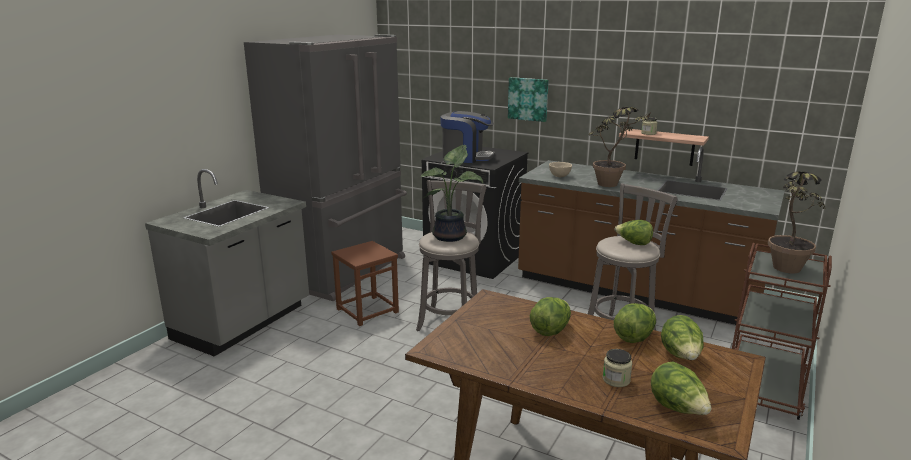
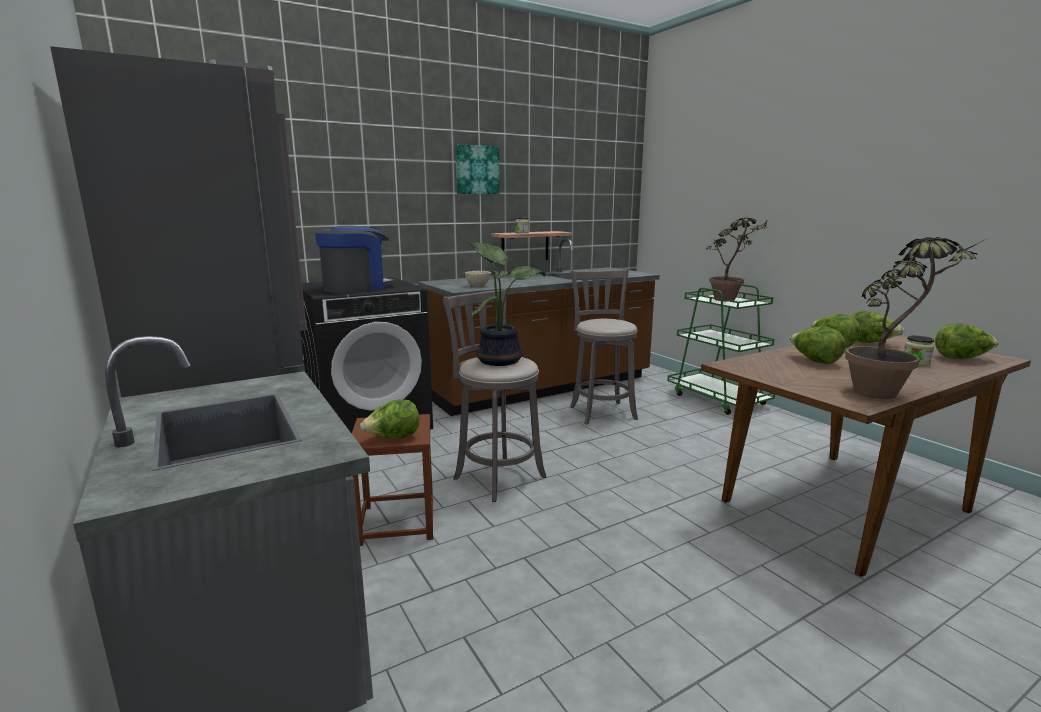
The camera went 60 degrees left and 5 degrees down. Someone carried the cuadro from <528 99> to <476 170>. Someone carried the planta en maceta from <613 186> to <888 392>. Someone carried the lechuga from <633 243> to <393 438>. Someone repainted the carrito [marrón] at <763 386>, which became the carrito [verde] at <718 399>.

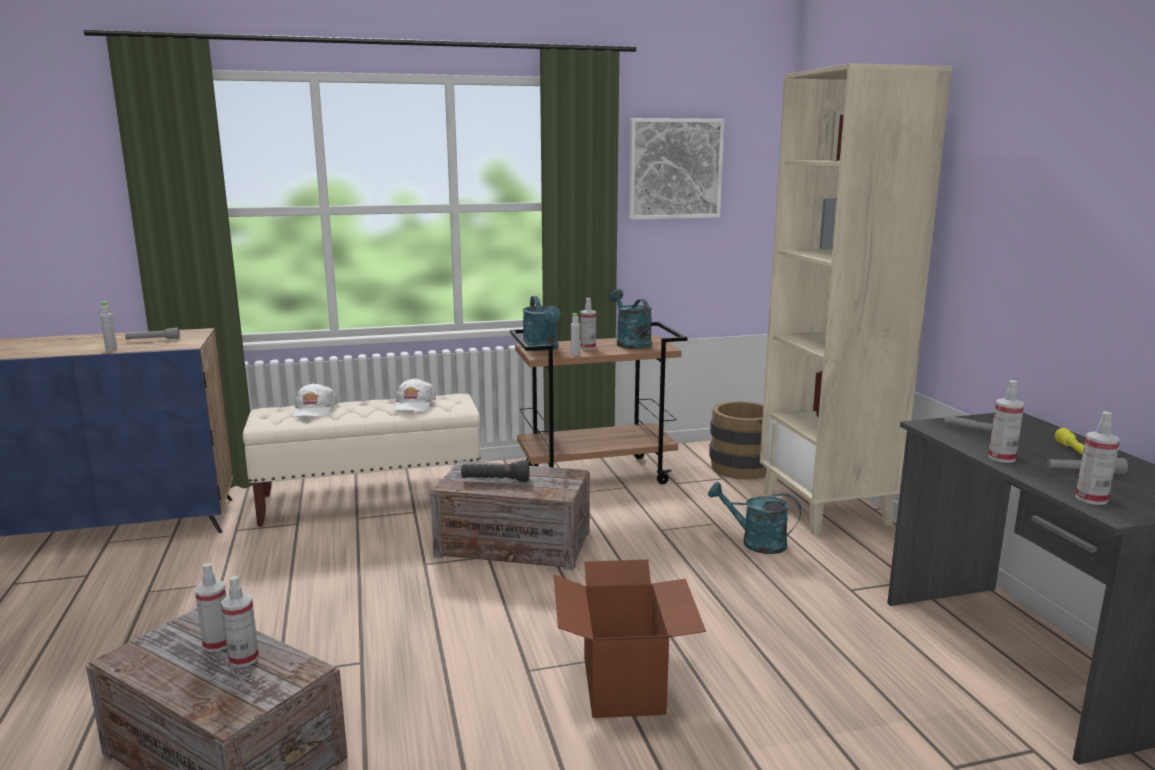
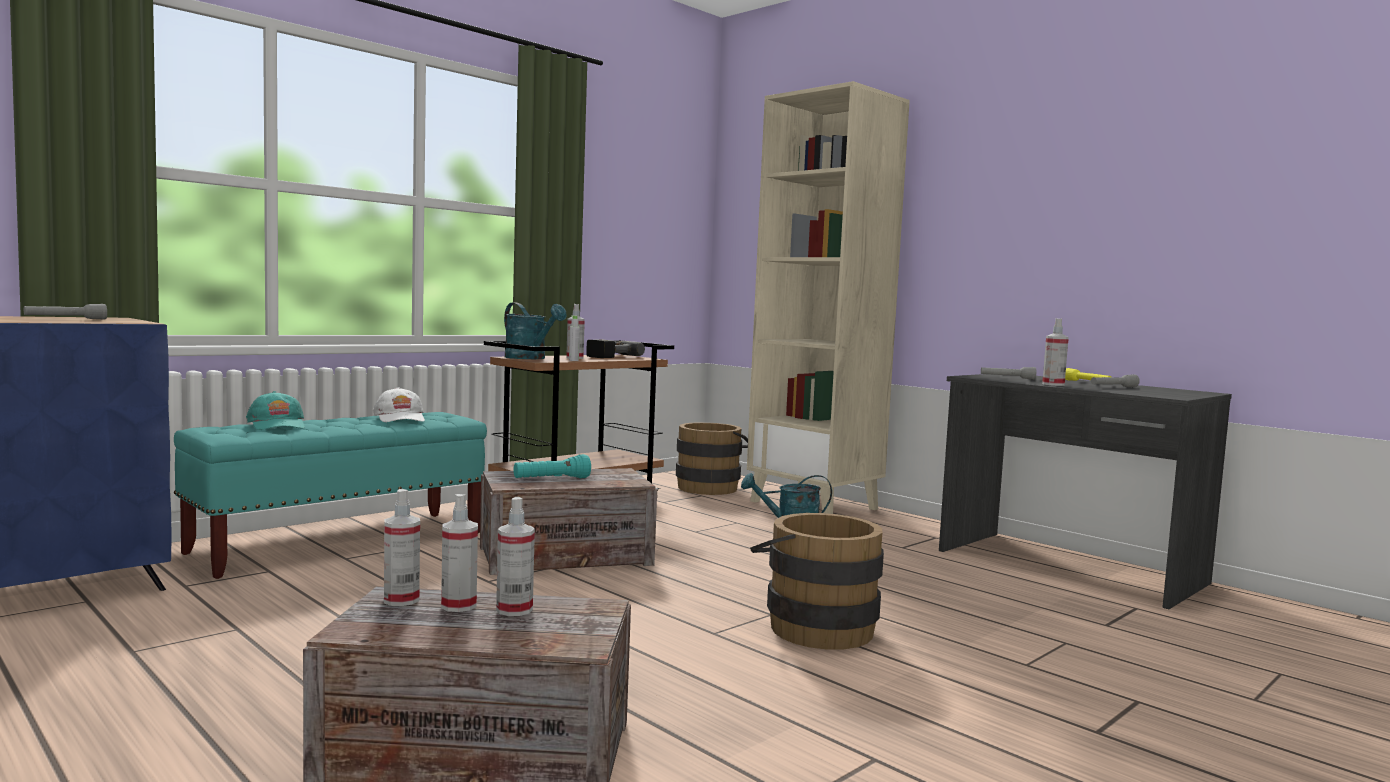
The camera went 30 degrees left and 10 degrees down. Someone took away the cuadro at <674 169>. Someone swapped the regadera [turquesa] at <630 343> for the taladro at <609 356>. Someone took away the botella [gris] at <111 349>. Someone repainted the gorra [blanco] at <314 410>, which became the gorra [turquesa] at <277 425>. Someone repainted the banco [beis] at <371 500>, which became the banco [turquesa] at <341 543>. Someone carried the pulverizador from <1091 499> to <401 600>. Someone repainted the linterna [negro] at <495 480>, which became the linterna [turquesa] at <551 480>. Someone swapped the caja de cartón at <624 684> for the cubo [marrón] at <813 626>.

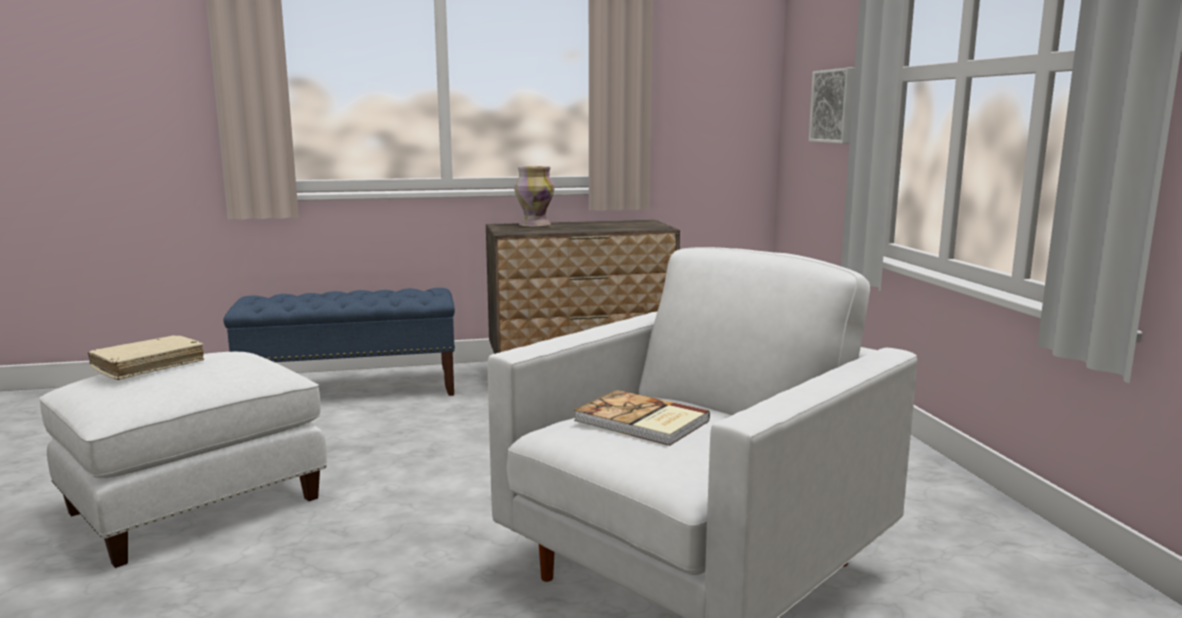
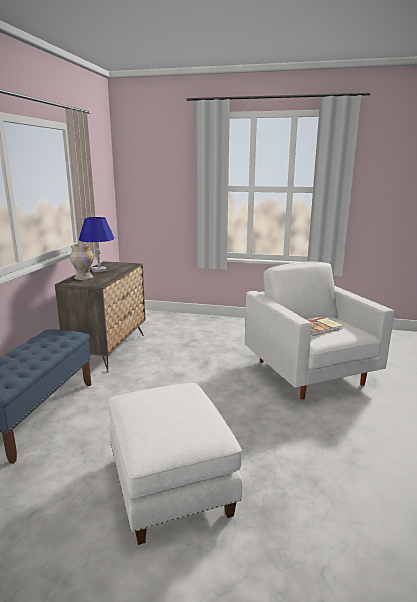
The camera went 65 degrees left and 5 degrees up. Someone took away the cuadro at <834 106>. Someone took away the libro [beis] at <148 366>. Someone put down the lámpara de mesa [azul] at <99 270>.

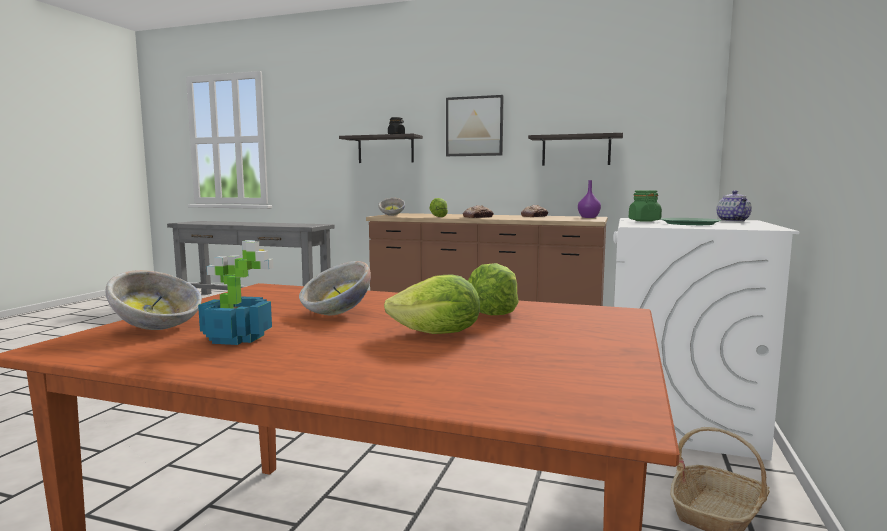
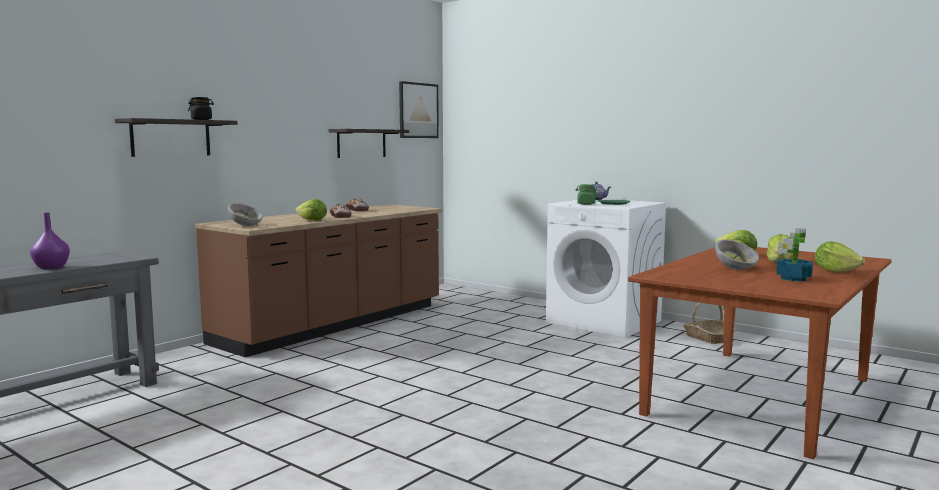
The camera went 70 degrees left and 0 degrees up. Someone carried the cuadro from <474 126> to <418 110>. Someone carried the florero [morado] from <589 217> to <52 267>. Someone took away the cuenco at <158 327>. Someone put down the lechuga at <835 271>.

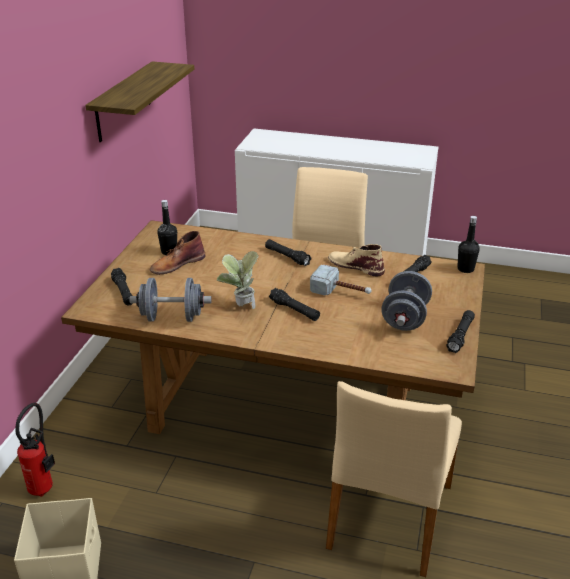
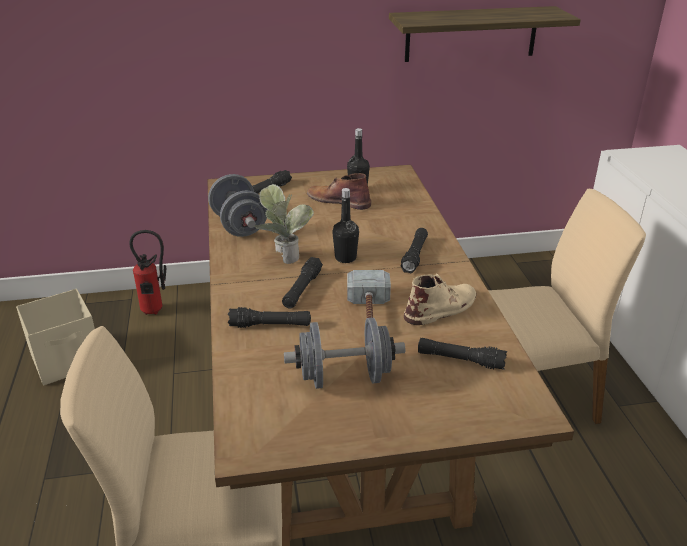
The camera went 65 degrees right and 0 degrees up. Someone carried the botella [negro] from <465 269> to <345 258>. Someone rotated the bota [beis] at <355 266> by 45 degrees clockwise. Someone carried the linterna [negro] from <460 336> to <270 325>.

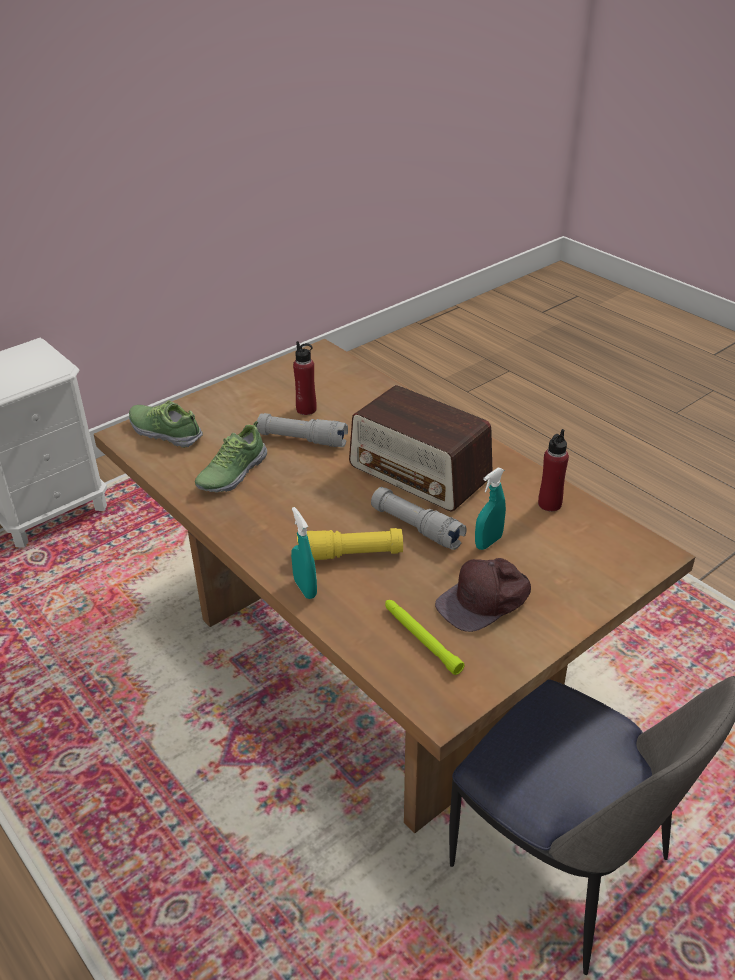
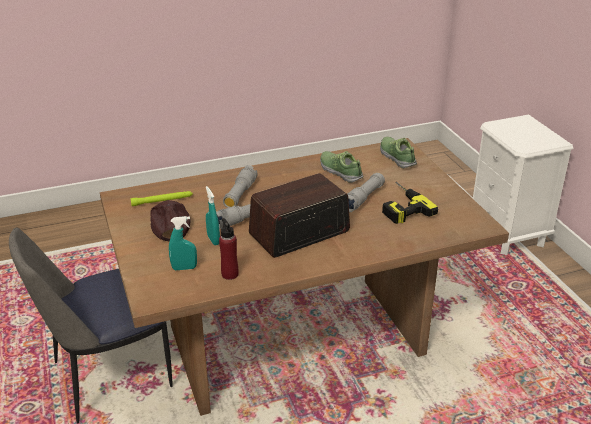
The camera went 110 degrees right and 5 degrees down. Someone swapped the botella [rojo] at <306 409> for the taladro at <400 206>. Someone rotated the zapato at <165 432> by 75 degrees counterclockwise. Someone carried the pulverizador [turquesa] from <305 588> to <184 268>. Someone repainted the linterna [amarillo] at <350 554>, which became the linterna [gris] at <240 194>.

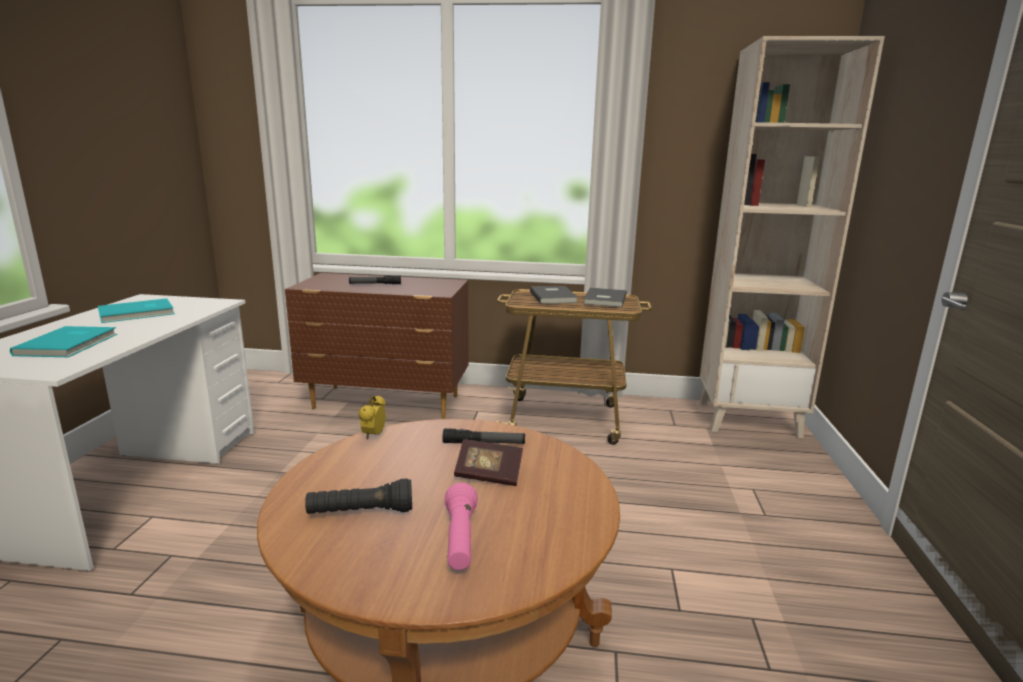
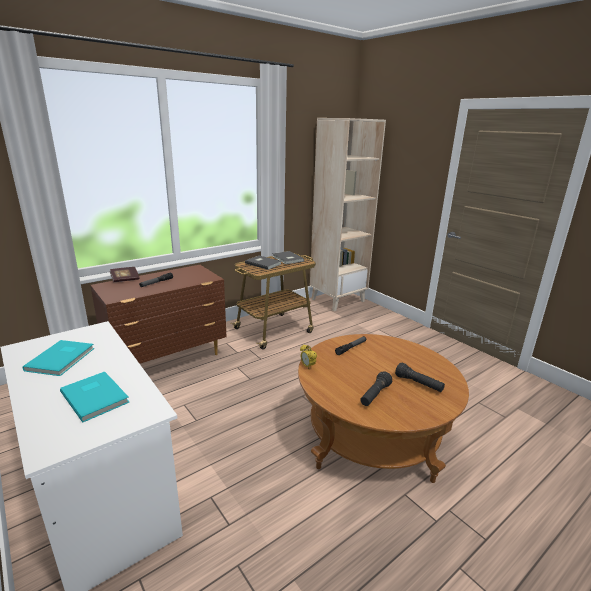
The camera went 45 degrees left and 5 degrees up. Someone carried the libro from <488 475> to <125 279>. Someone repainted the linterna [rosa] at <460 540>, which became the linterna [negro] at <418 384>.

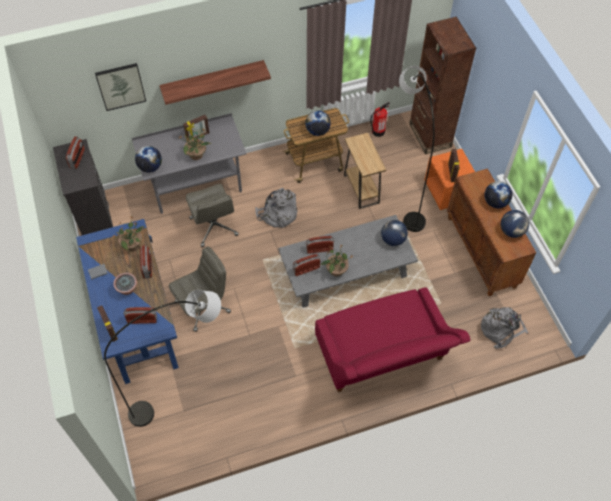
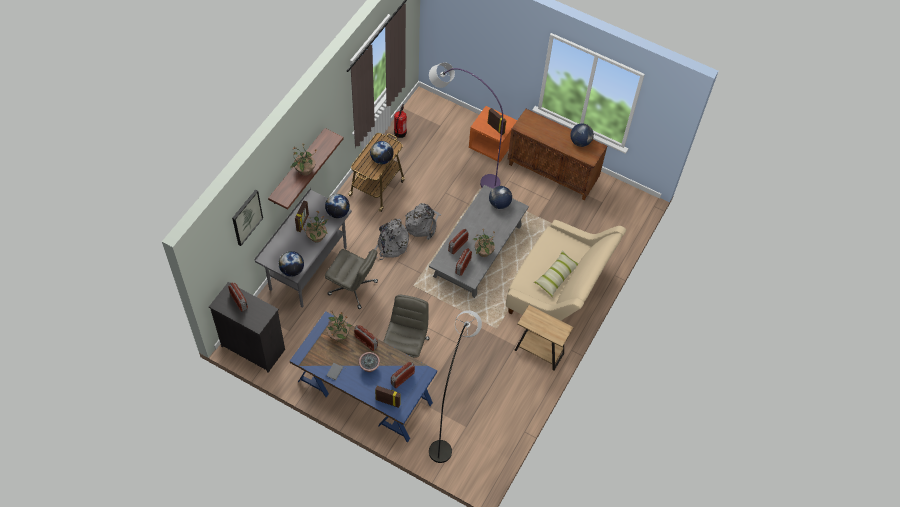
The camera went 45 degrees left and 0 degrees up. Someone took away the estantería [marrón] at <430 135>. Someone repainted the lámpara de pie [gris] at <405 189>, which became the lámpara de pie [morado] at <461 163>. Someone carried the mesa auxiliar [marrón] from <361 189> to <539 352>. Someone carried the globo terráqueo from <495 202> to <337 212>. Someone repainted the sofá [rojo] at <382 358>, which became the sofá [beis] at <558 291>. Someone carried the mochila [gris] from <501 329> to <422 224>. Someone put down the planta en maceta at <304 170>. Someone put down the cojín at <556 276>.

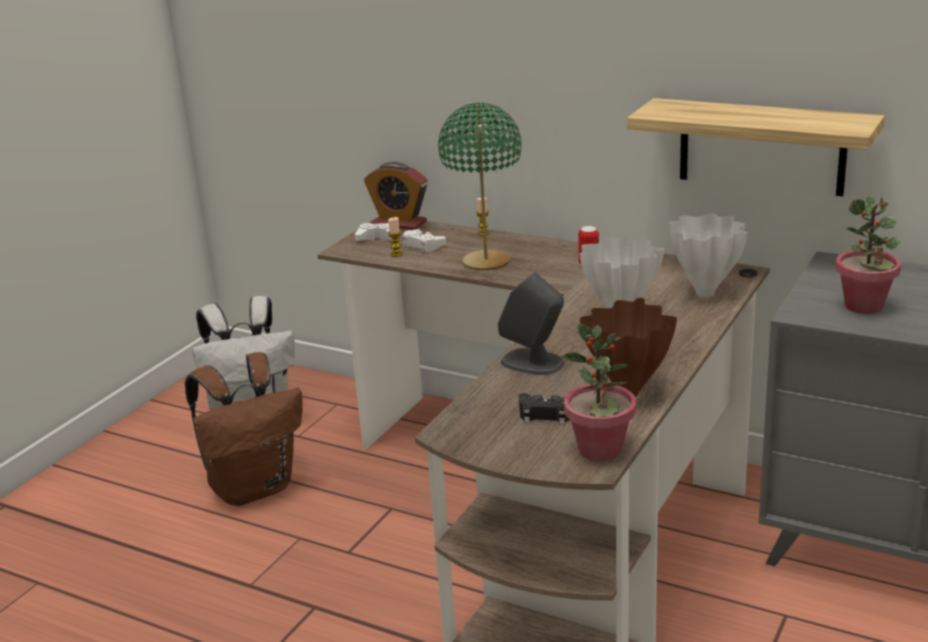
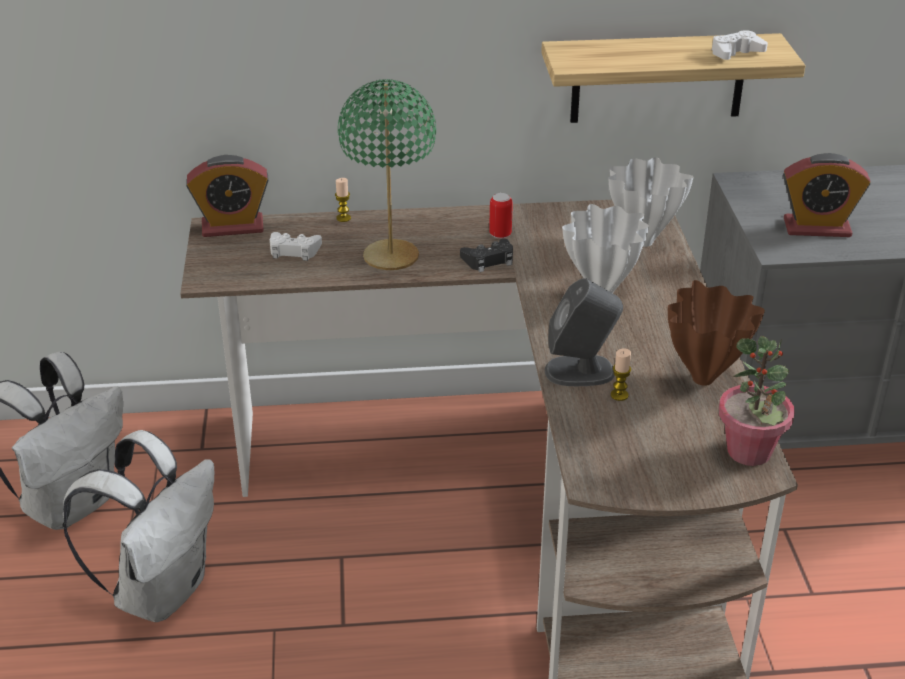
The camera went 35 degrees left and 10 degrees up. Someone swapped the planta en maceta at <864 306> for the despertador at <817 228>. Someone carried the vela from <396 254> to <619 395>. Someone carried the mando de consola [blanco] from <378 238> to <736 52>. Someone repainted the mochila [marrón] at <254 488>, which became the mochila [blanco] at <161 590>. Someone carried the mando de consola [negro] from <546 414> to <489 260>.

